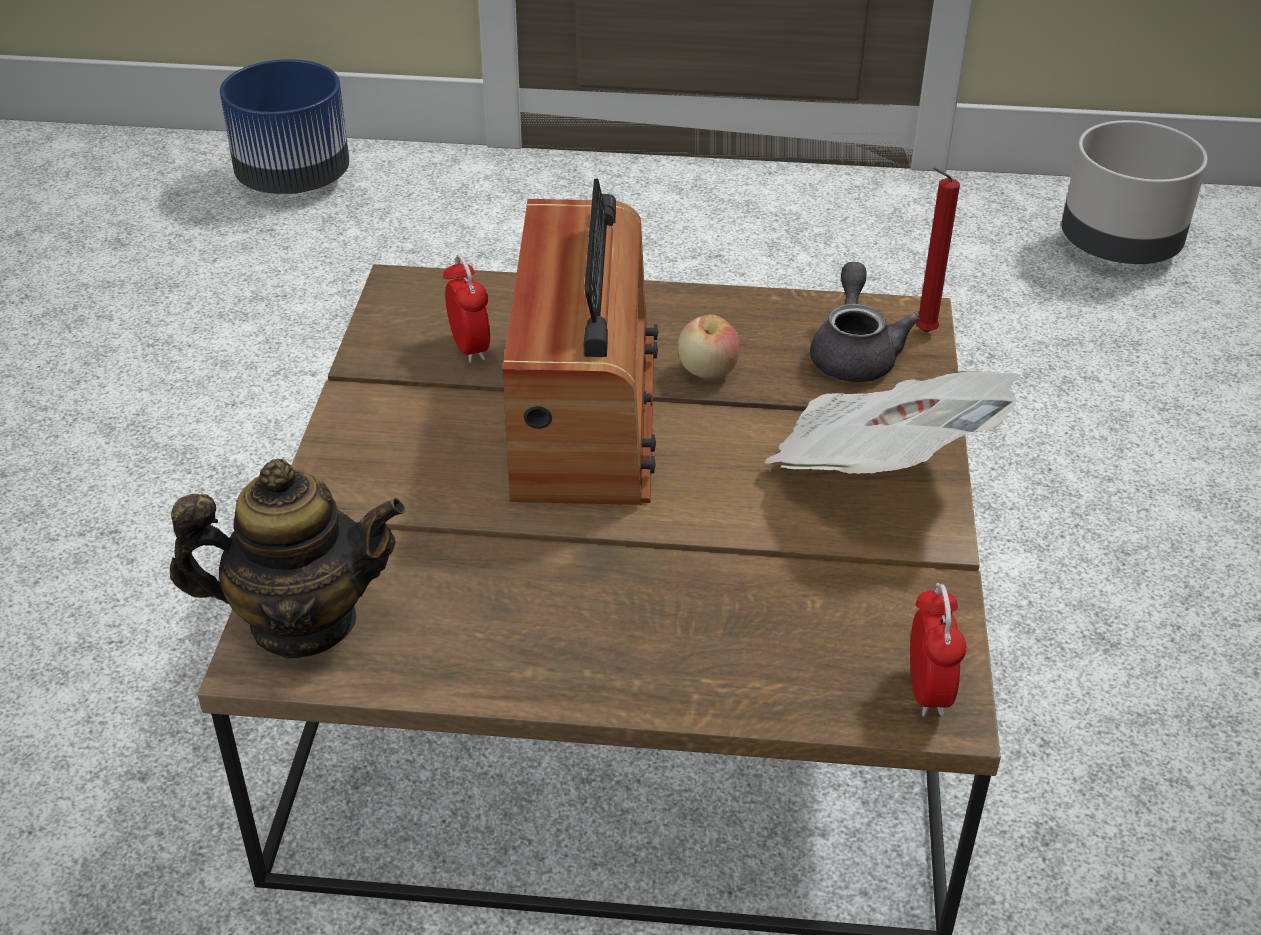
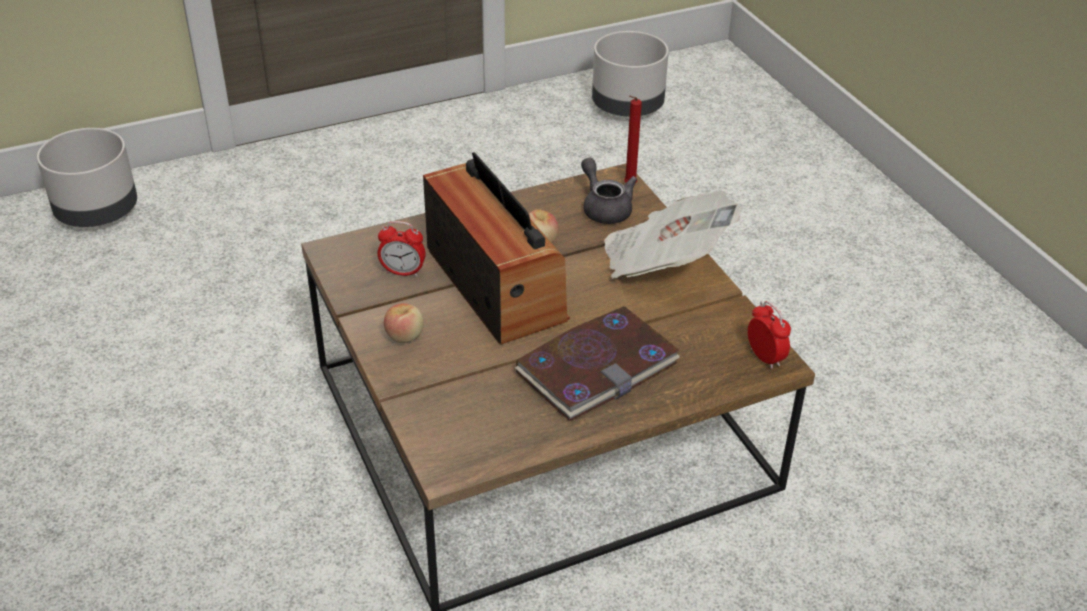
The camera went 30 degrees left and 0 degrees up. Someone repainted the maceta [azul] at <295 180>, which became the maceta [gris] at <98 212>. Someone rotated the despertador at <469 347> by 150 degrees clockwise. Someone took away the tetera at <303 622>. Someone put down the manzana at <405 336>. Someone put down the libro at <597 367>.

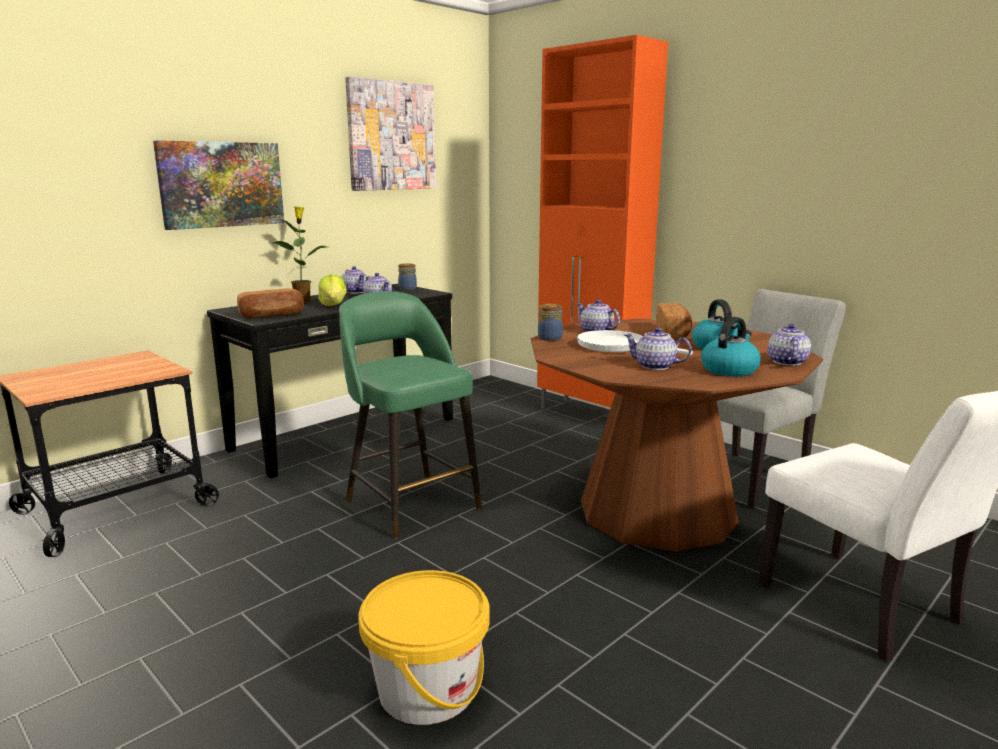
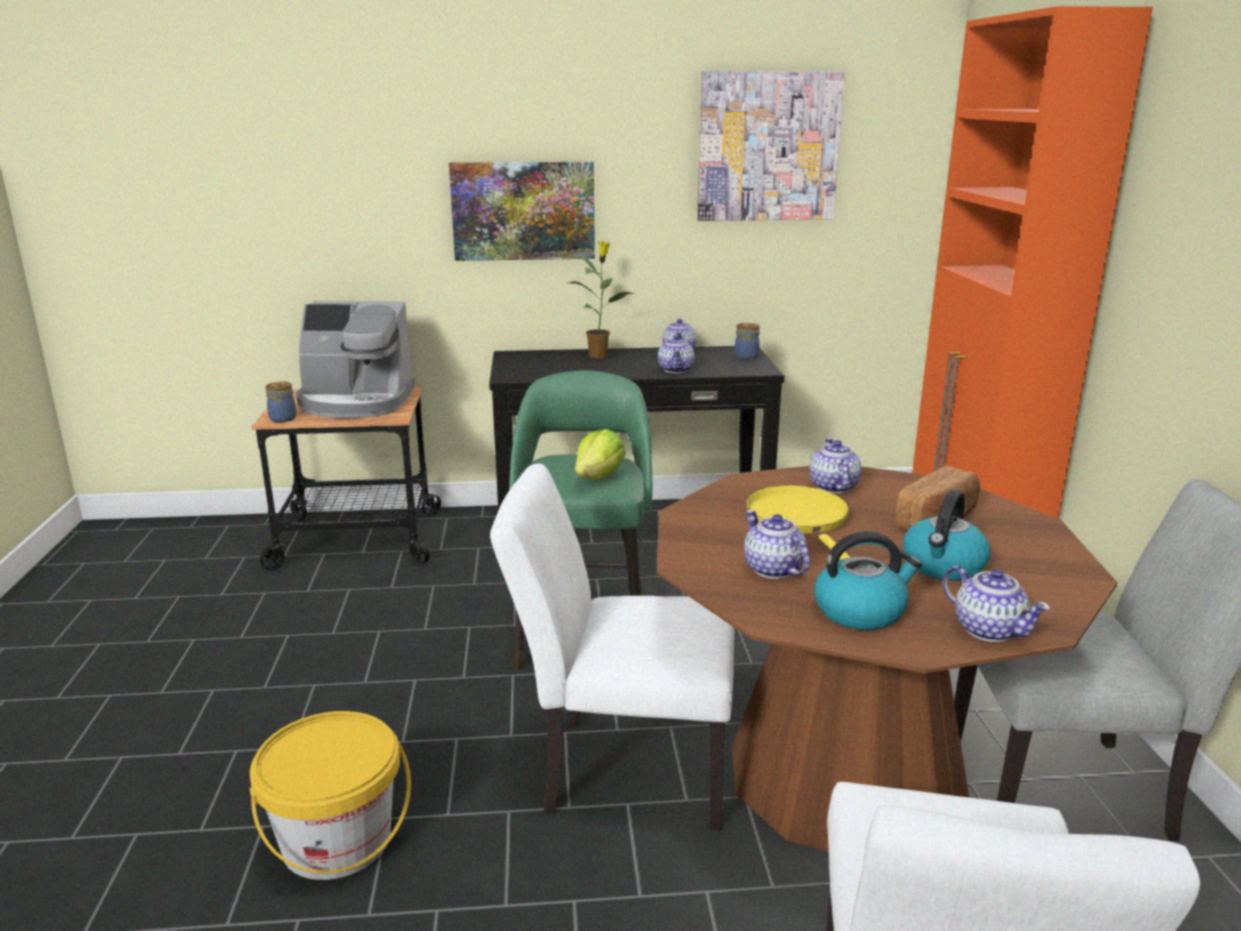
The camera went 40 degrees right and 5 degrees up. Someone carried the lechuga from <333 305> to <599 477>. Someone took away the pan at <272 315>. Someone carried the tarro from <549 338> to <284 418>. Someone rotated the tetera at <786 362> by 90 degrees clockwise. Someone repainted the sartén [blanco] at <616 346>, which became the sartén [amarillo] at <800 520>. Someone put down the cafetera at <356 402>. Someone put down the silla [blanco] at <621 769>.

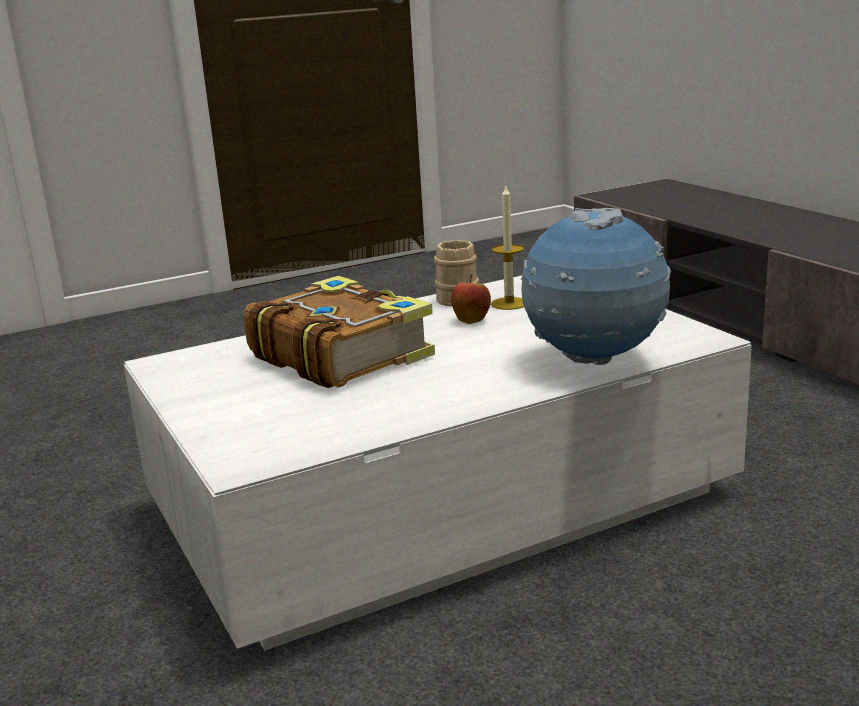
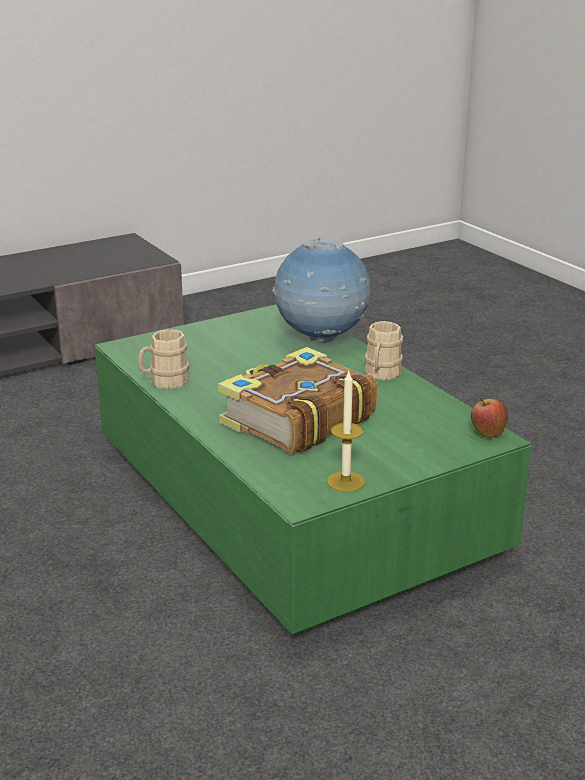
The camera went 95 degrees left and 5 degrees up. Someone carried the vela from <509 303> to <345 482>. Someone carried the manzana from <471 320> to <487 434>. Someone repainted the mesa de centro [blanco] at <440 501>, which became the mesa de centro [verde] at <291 501>. Someone put down the taza grande [beis] at <381 374>.

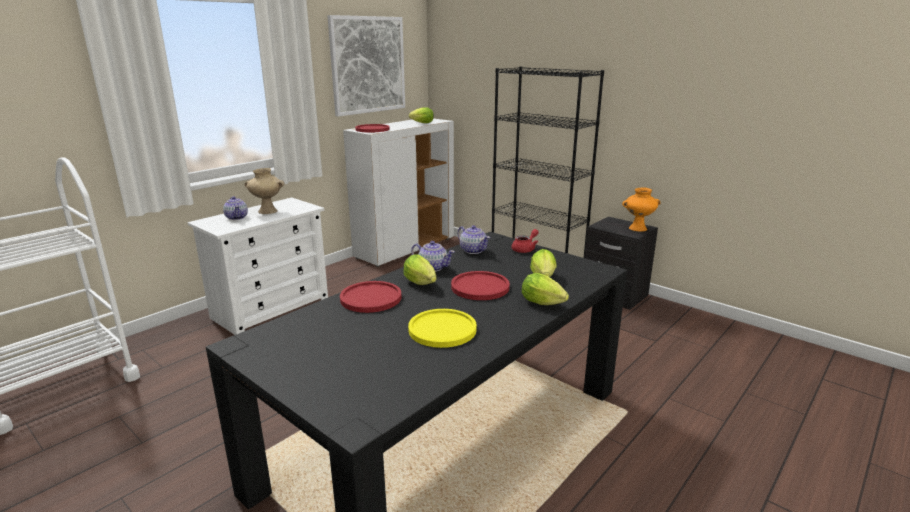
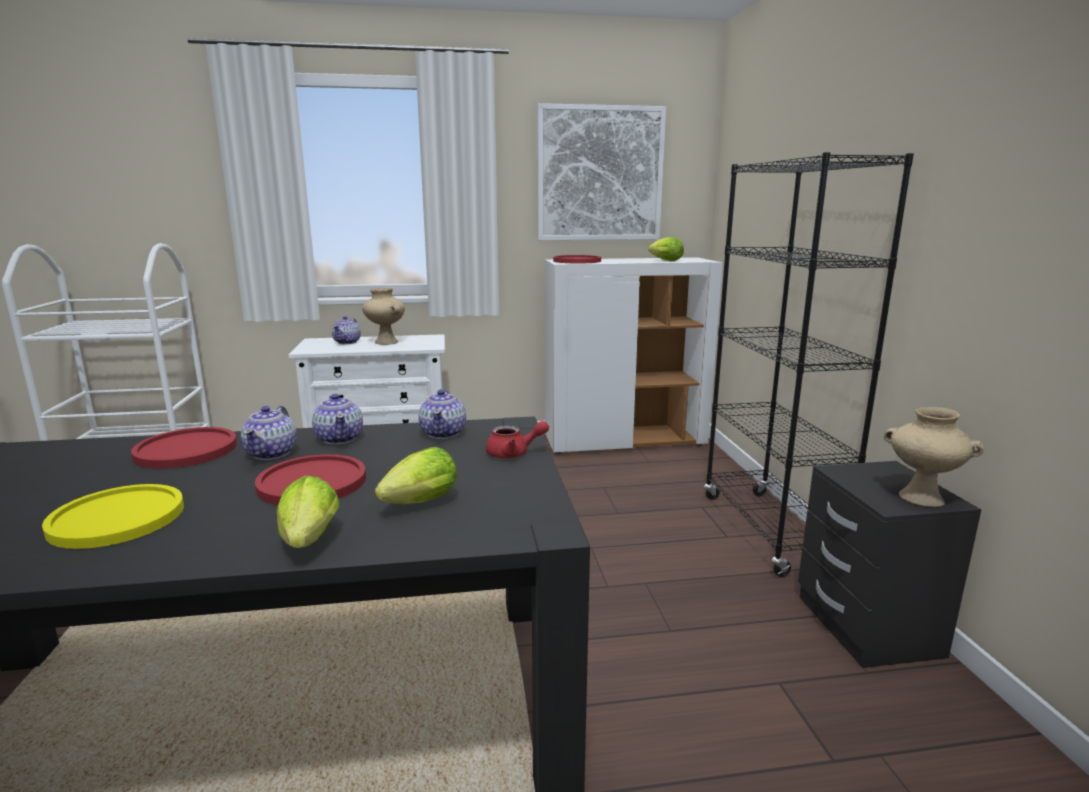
The camera went 40 degrees right and 5 degrees down. Someone repainted the florero [naranja] at <637 229>, which became the florero [beis] at <920 498>. Someone swapped the lechuga at <422 284> for the tetera at <272 453>.

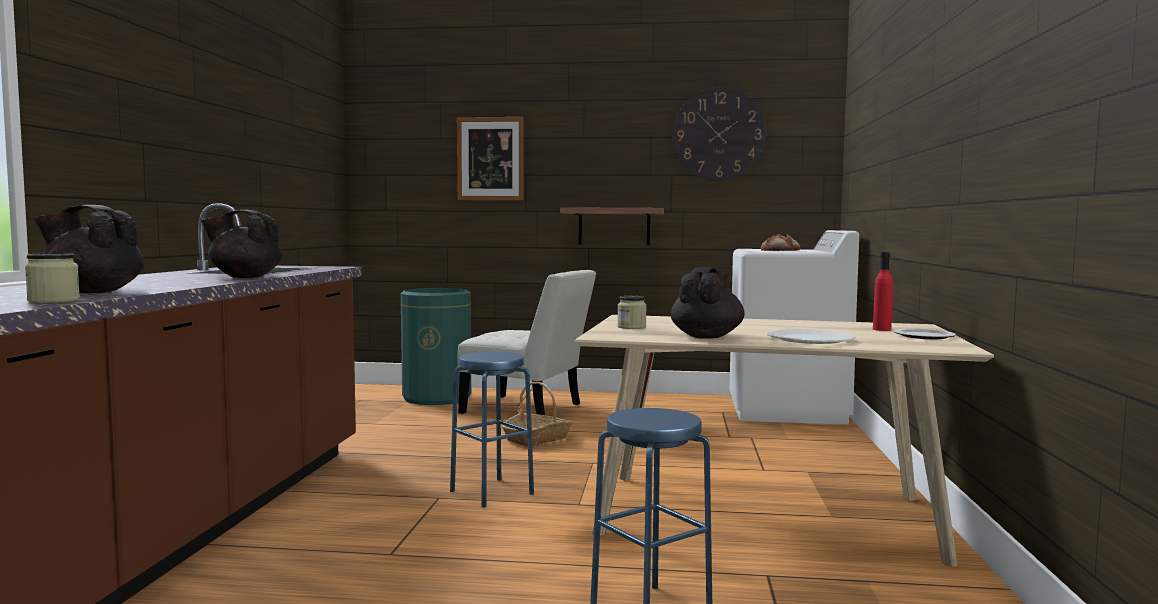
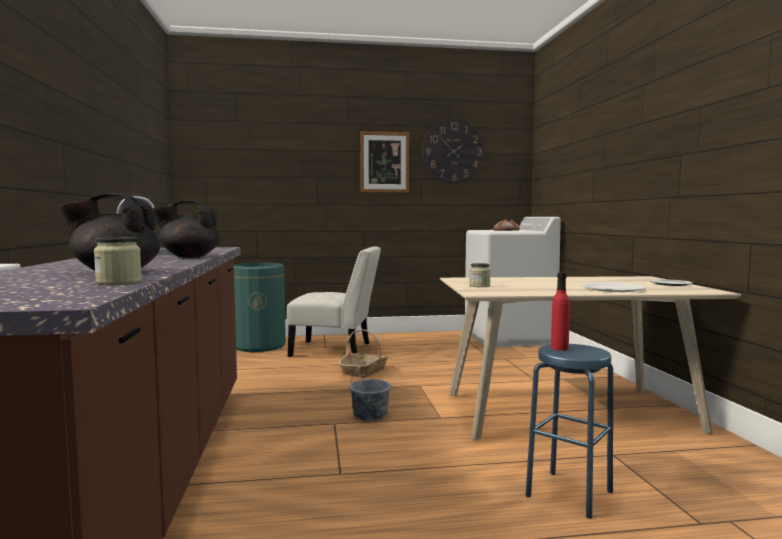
The camera went 15 degrees left and 0 degrees up. Someone carried the cuadro from <490 159> to <384 162>. Someone took away the estante at <614 226>. Someone carried the botella [rojo] from <881 329> to <559 348>. Someone took away the tetera [negro] at <707 337>. Someone swapped the taburete [azul] at <491 492> for the cubo [gris] at <370 415>.

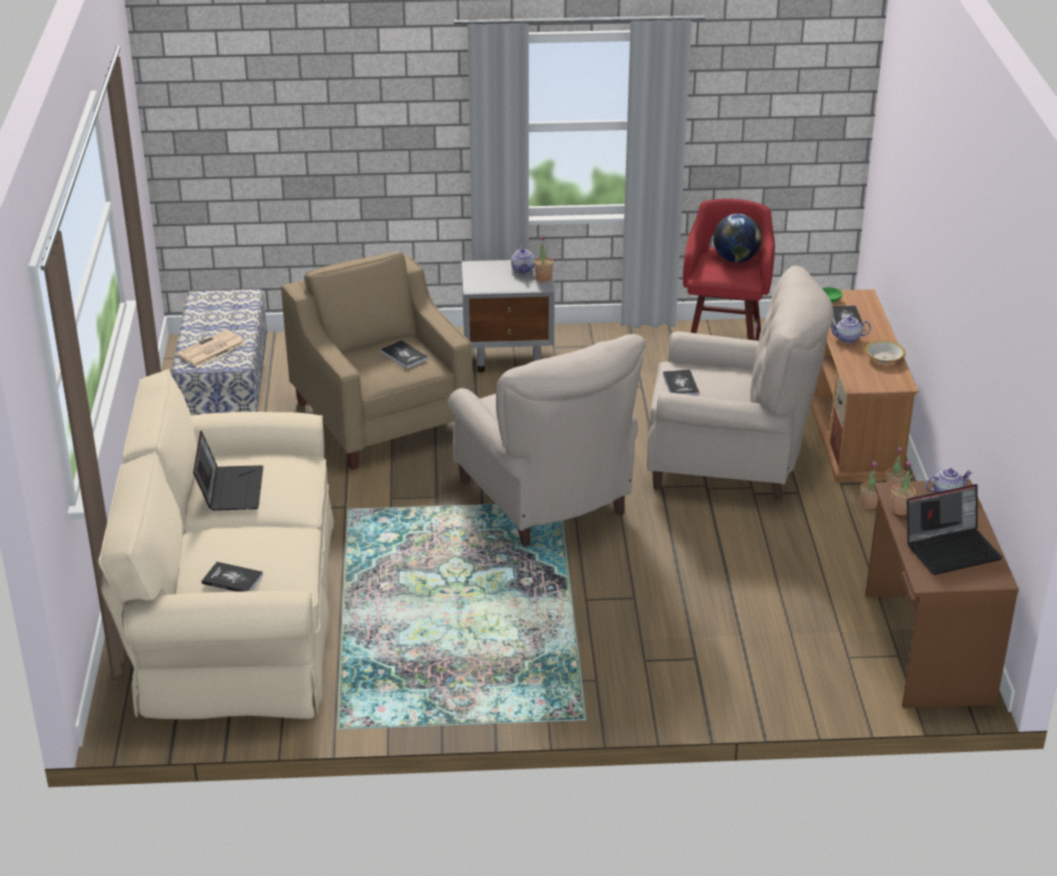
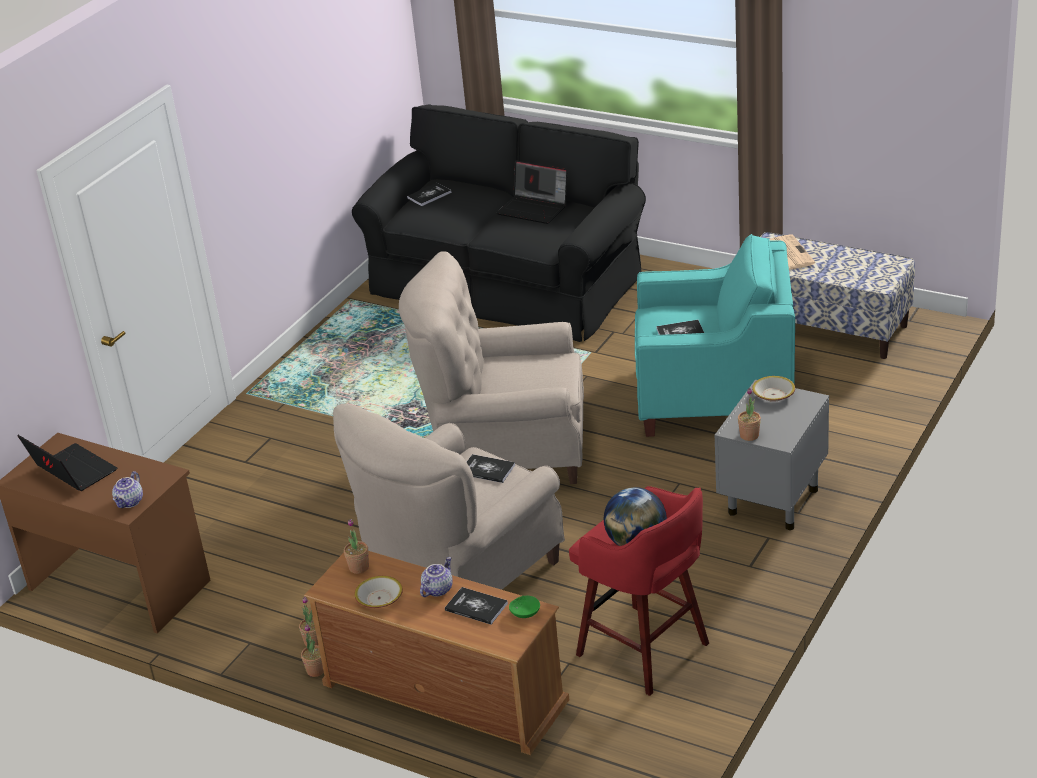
The camera went 125 degrees right and 0 degrees up. Someone took away the tetera at <523 270>. Someone repainted the sillón [beis] at <381 419>, which became the sillón [turquesa] at <715 398>. Someone repainted the sofá [beis] at <234 614>, which became the sofá [negro] at <508 283>. Someone carried the planta en maceta from <901 509> to <359 567>. Someone rotated the portátil at <952 549> by 120 degrees clockwise. Someone put down the cuenco at <773 395>.

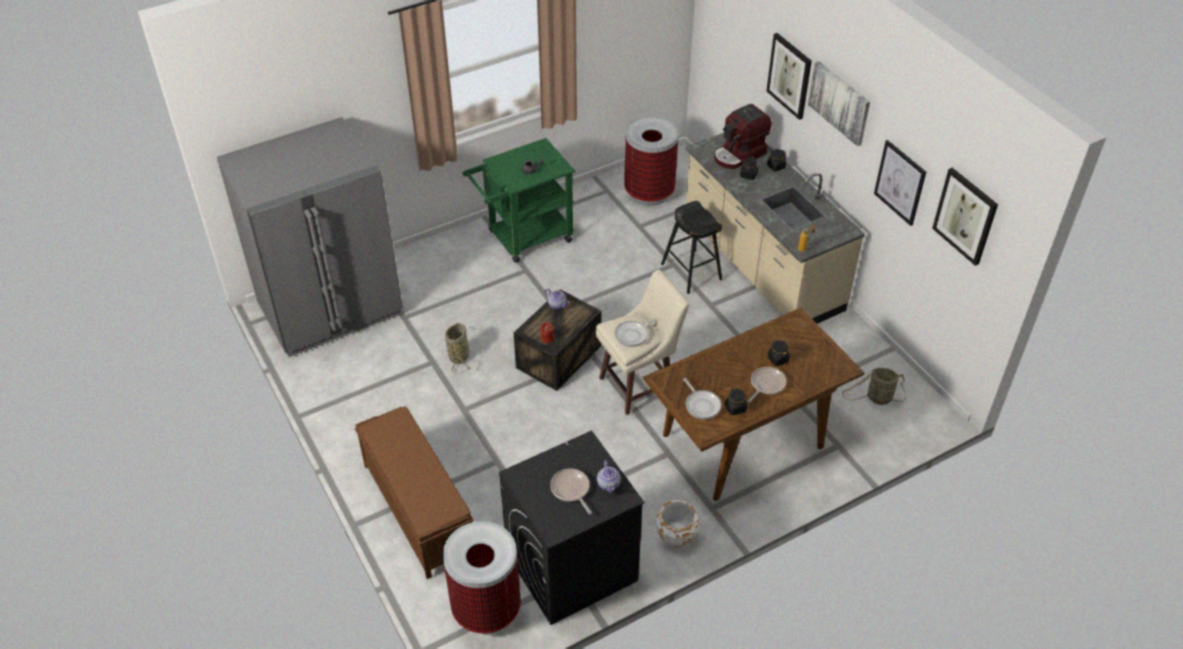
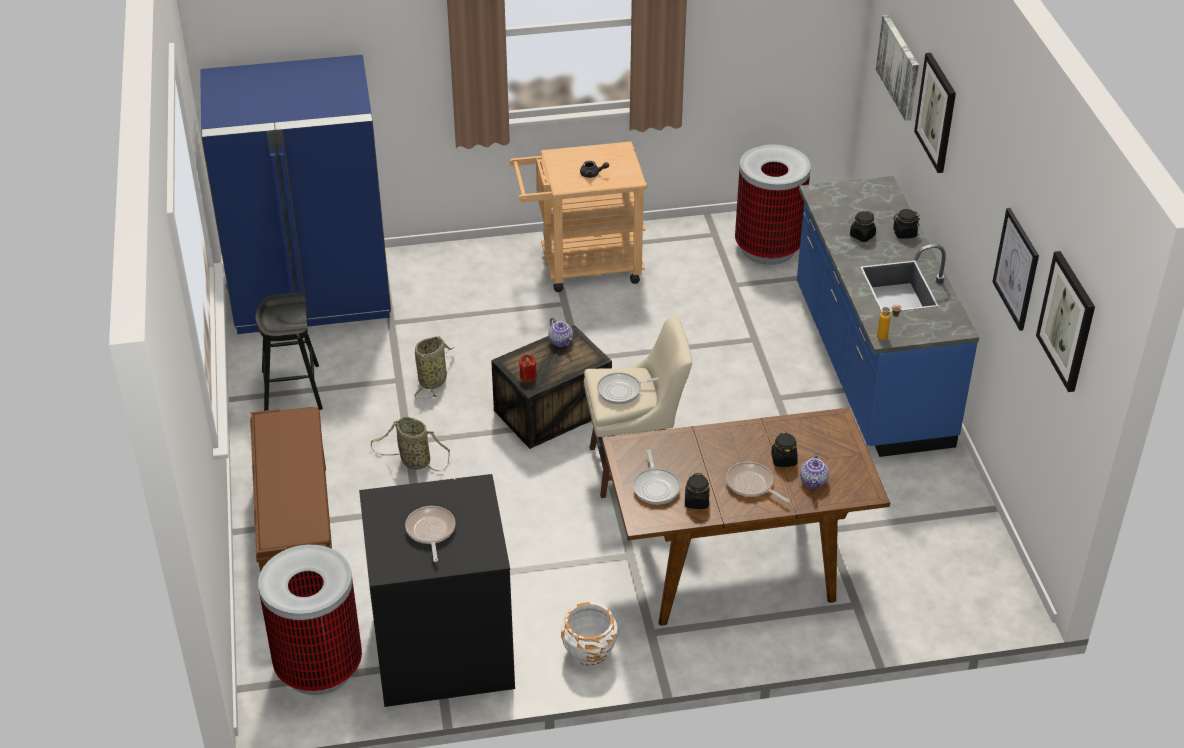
The camera went 20 degrees right and 5 degrees down. Someone carried the cuadro from <840 102> to <899 67>. Someone took away the cafetera at <739 155>. Someone repainted the nevera [gris] at <331 309>, which became the nevera [azul] at <311 293>. Someone repainted the mueble bajo de cocina [beis] at <760 265>, which became the mueble bajo de cocina [azul] at <869 366>. Someone repainted the carrito [verde] at <523 238>, which became the carrito [beis] at <581 266>. Someone carried the taburete [negro] from <691 272> to <292 390>. Someone rotated the sartén at <766 384> by 105 degrees counterclockwise. Someone carried the cesta from <877 398> to <413 461>. Someone carried the tetera from <609 484> to <814 481>.

